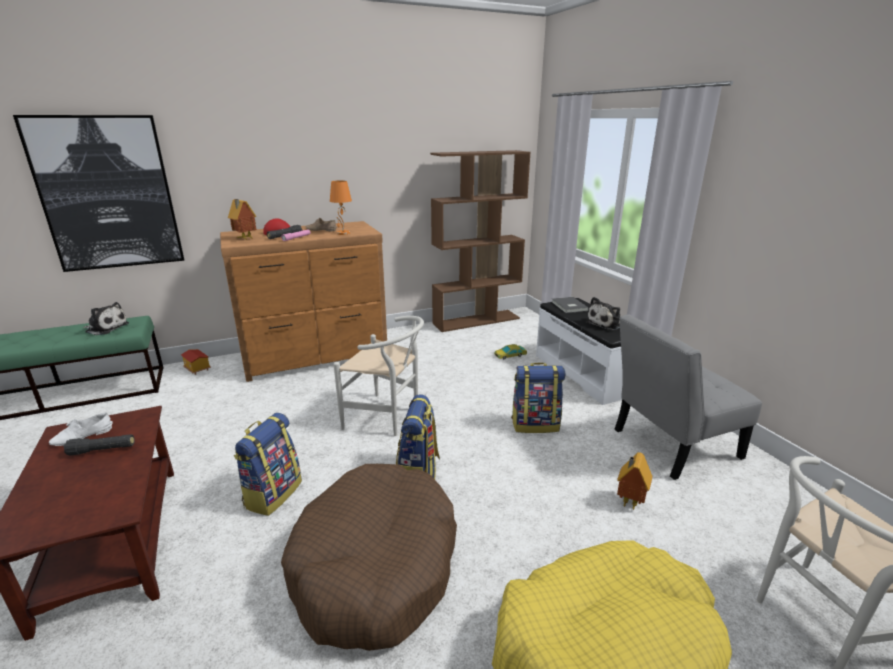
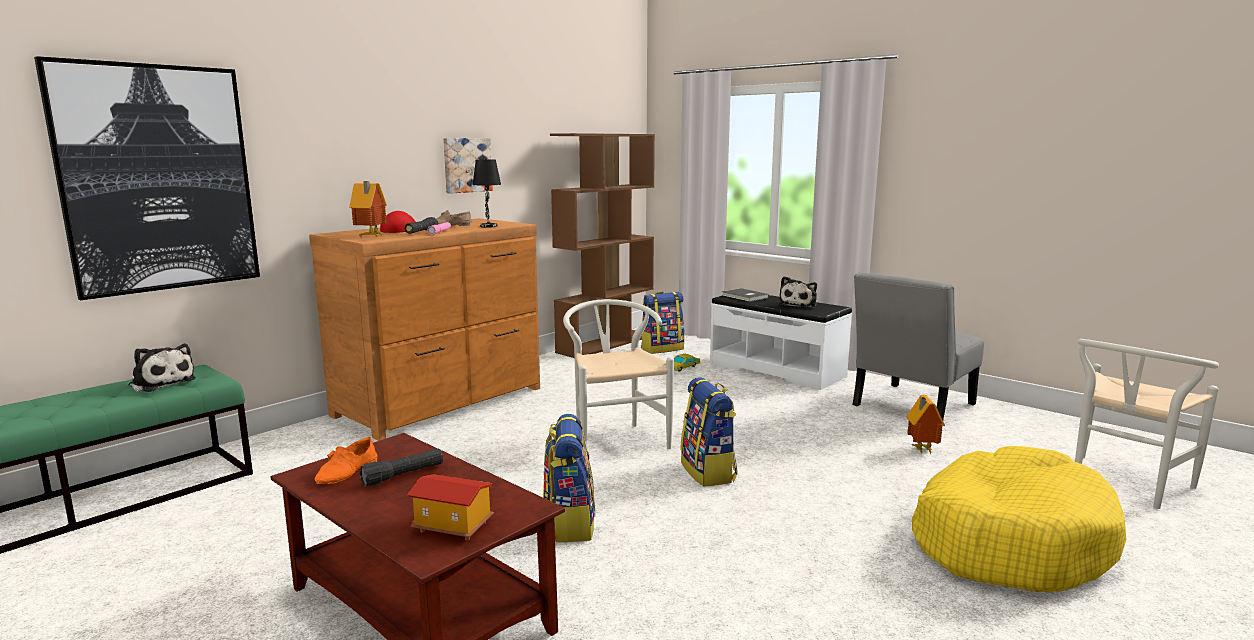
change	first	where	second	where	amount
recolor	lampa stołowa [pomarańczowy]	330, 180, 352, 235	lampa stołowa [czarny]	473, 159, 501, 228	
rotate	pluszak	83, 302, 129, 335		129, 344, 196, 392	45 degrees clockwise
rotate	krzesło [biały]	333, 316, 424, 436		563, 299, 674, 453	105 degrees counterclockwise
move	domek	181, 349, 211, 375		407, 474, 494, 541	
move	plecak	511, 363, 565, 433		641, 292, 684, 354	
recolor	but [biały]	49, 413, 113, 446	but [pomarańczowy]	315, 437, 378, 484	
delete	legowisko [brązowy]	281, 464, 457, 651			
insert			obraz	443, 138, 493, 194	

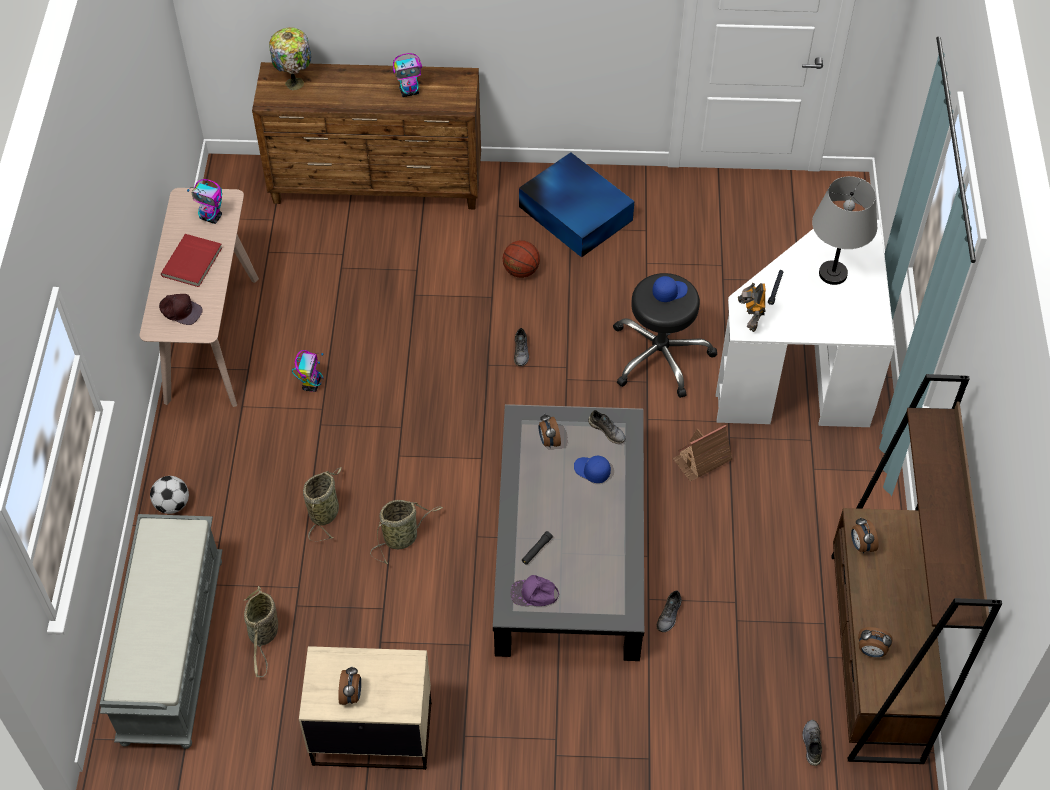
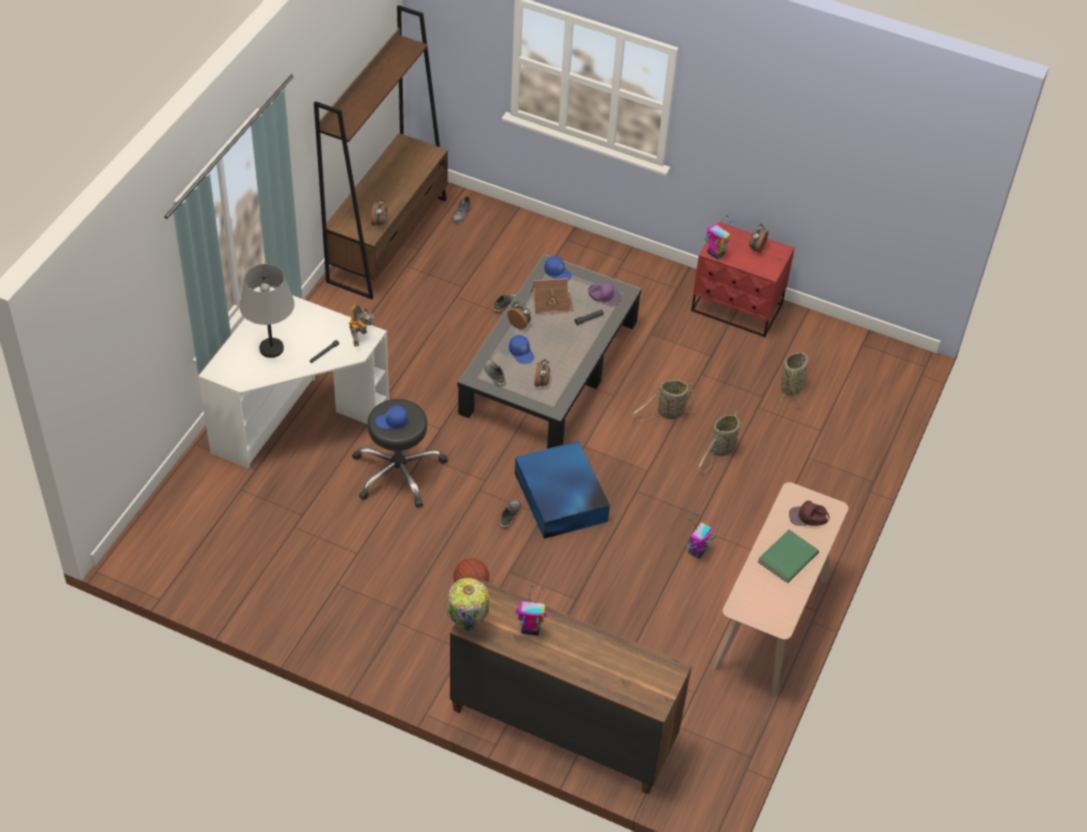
change	first	where	second	where	amount
move	lampa stołowa	269, 27, 311, 90		447, 578, 489, 633	
move	pojemnik do przechowywania [niebieski]	519, 152, 634, 257		515, 441, 610, 539	
move	robot zabawkowy	187, 179, 222, 224		705, 215, 735, 259	
recolor	książka [czerwony]	161, 234, 222, 287	książka [zielony]	758, 530, 819, 583	
rotate	czapka z daszkiem [brązowy]	159, 294, 203, 325		789, 500, 830, 526	45 degrees counterclockwise
move	domek	672, 425, 732, 481		531, 278, 574, 314	
delete	piłka futbolowa	150, 476, 189, 514			
delete	ławka [szary]	100, 514, 222, 749			
move	budzik	858, 627, 893, 657		507, 301, 531, 330	
recolor	szafka nocna [beżowy]	299, 646, 432, 770	szafka nocna [czerwony]	691, 222, 795, 338	
insert			czapka z daszkiem [niebieski]	544, 256, 571, 280	

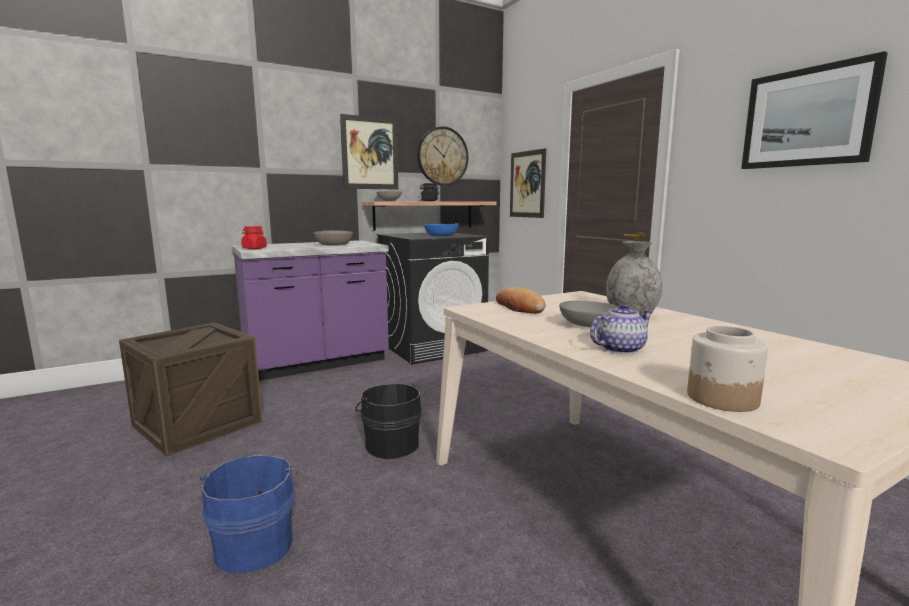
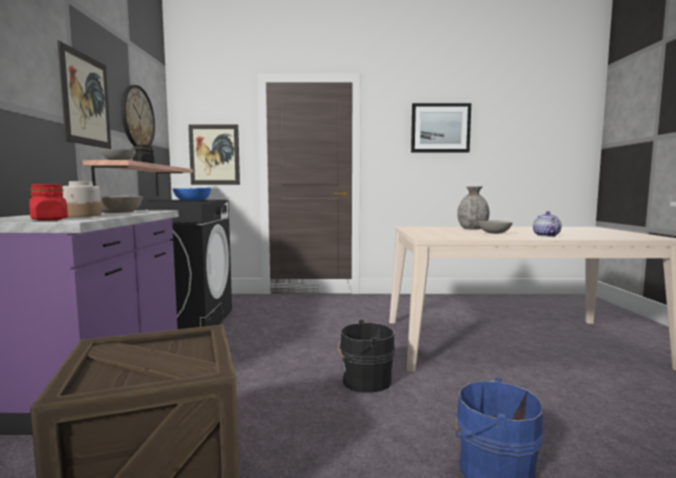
change	first	where	second	where	amount
delete	chleb	496, 287, 546, 314			
move	słoik	687, 326, 768, 412		62, 181, 101, 217	

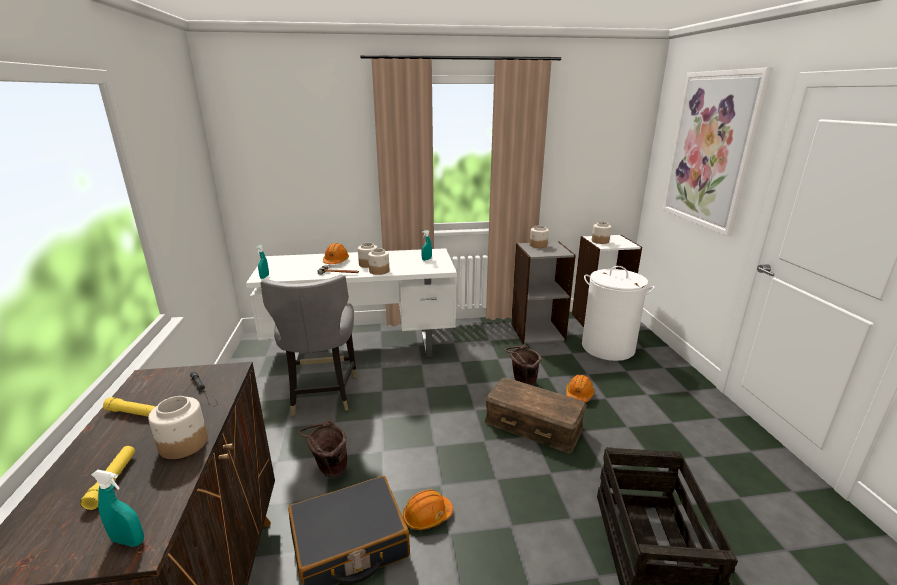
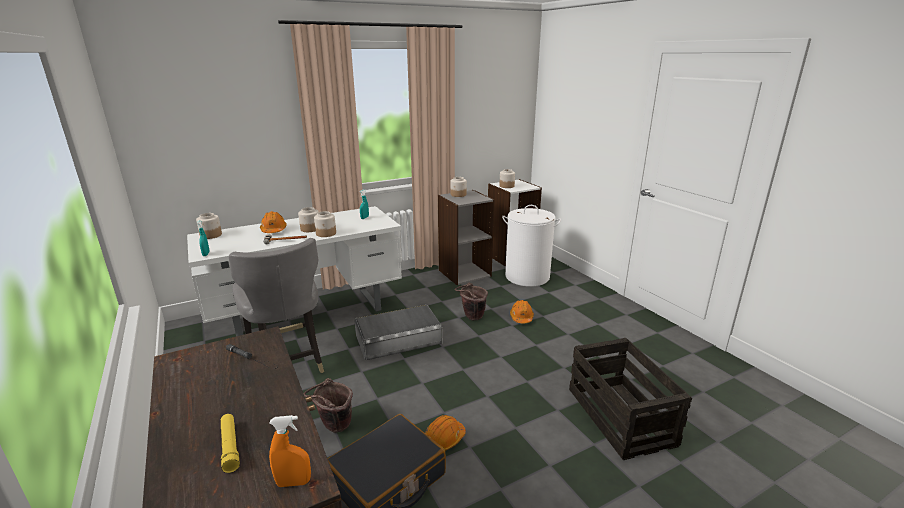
change	first	where	second	where	amount
delete	obraz	663, 67, 773, 236			
delete	pojemnik do przechowywania [brązowy]	485, 378, 587, 453			
move	słoik	148, 396, 208, 459		196, 213, 222, 239	
delete	latarka [żółty]	103, 397, 156, 417			
recolor	spryskiwacz [turkusowy]	91, 470, 144, 547	spryskiwacz [pomarańczowy]	269, 415, 311, 487	
insert			pojemnik do przechowywania [szary]	354, 305, 442, 360	

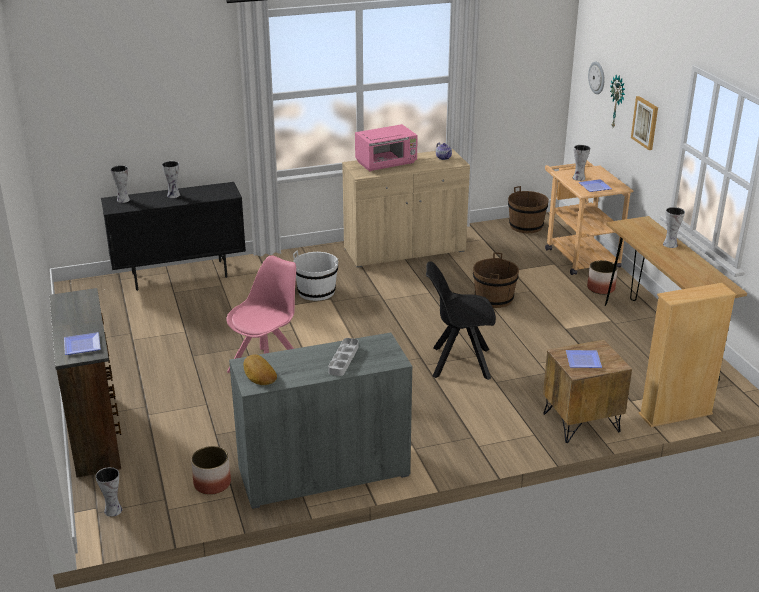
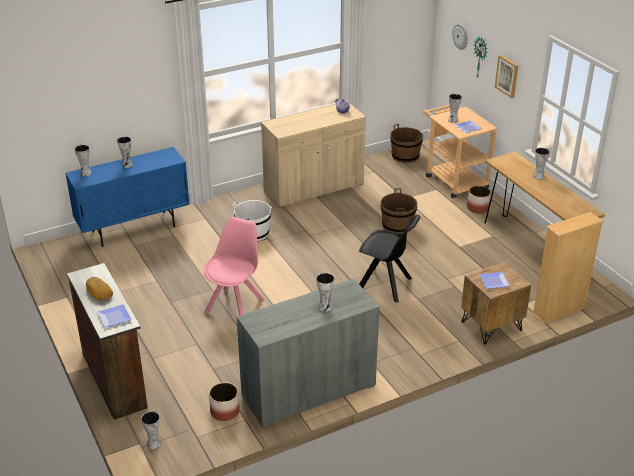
change	first	where	second	where	amount
delete	mikrofalówka [różowy]	355, 124, 418, 171			
recolor	szafka [czarny]	101, 182, 246, 291	szafka [niebieski]	65, 147, 190, 247	
rotate	krzesło [czarny]	426, 261, 496, 380		359, 214, 420, 303	150 degrees counterclockwise
replace	taca [szary]	328, 338, 359, 376	wazon	316, 273, 334, 312	
move	chleb	243, 354, 277, 385		86, 277, 113, 300	

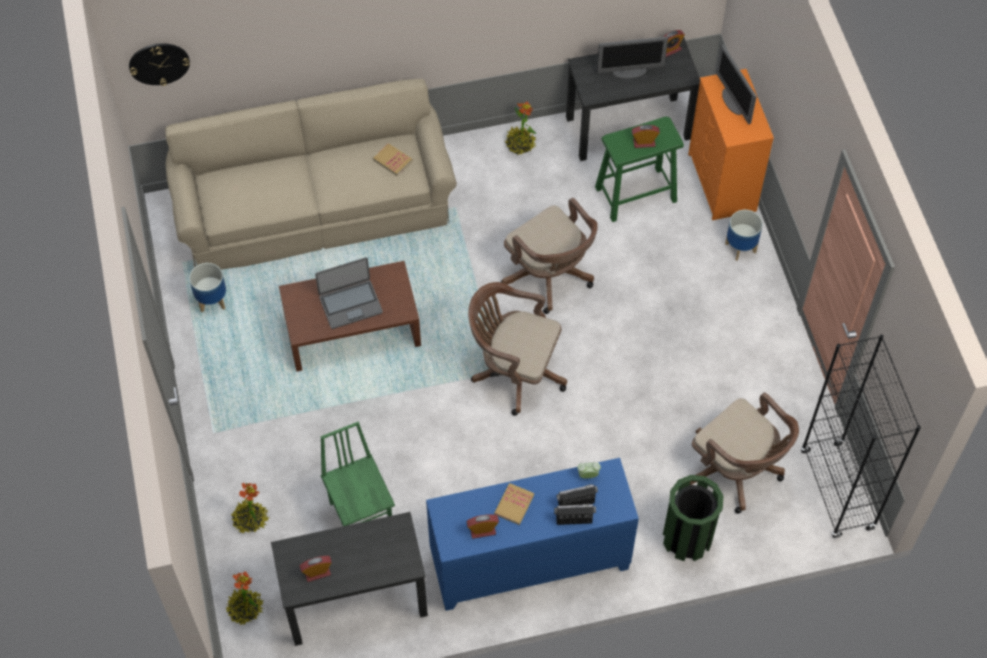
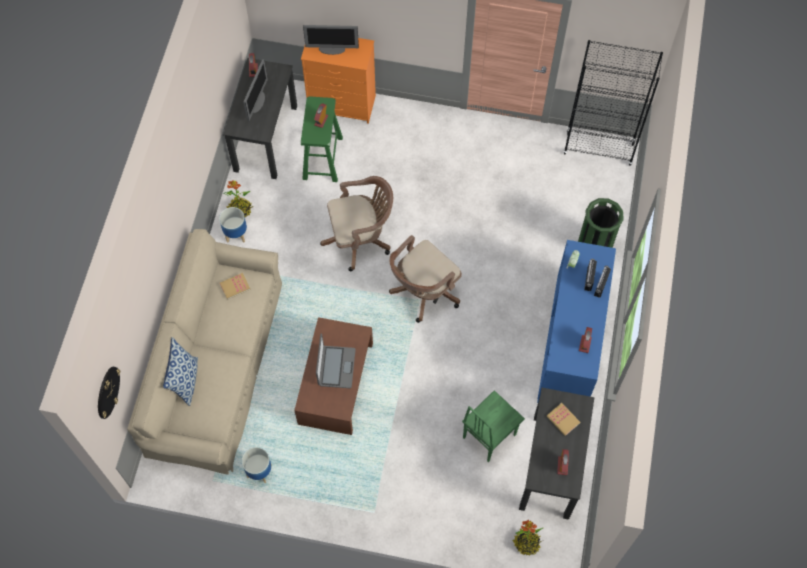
change	first	where	second	where	amount
move	donica	725, 210, 763, 261		219, 207, 247, 243	
delete	krzesło biurowe [brązowy]	690, 392, 799, 514			
rotate	krzesło [zielony]	321, 422, 395, 526		462, 390, 525, 462	45 degrees counterclockwise
delete	roślina doniczkowa	230, 483, 269, 534			
move	książka	494, 483, 534, 525		546, 403, 580, 436	
insert			poduszka	163, 337, 198, 406	

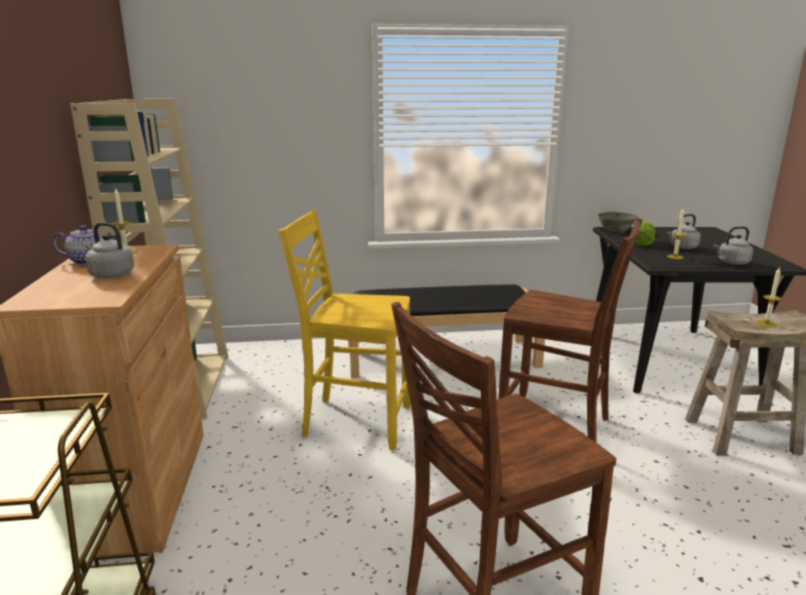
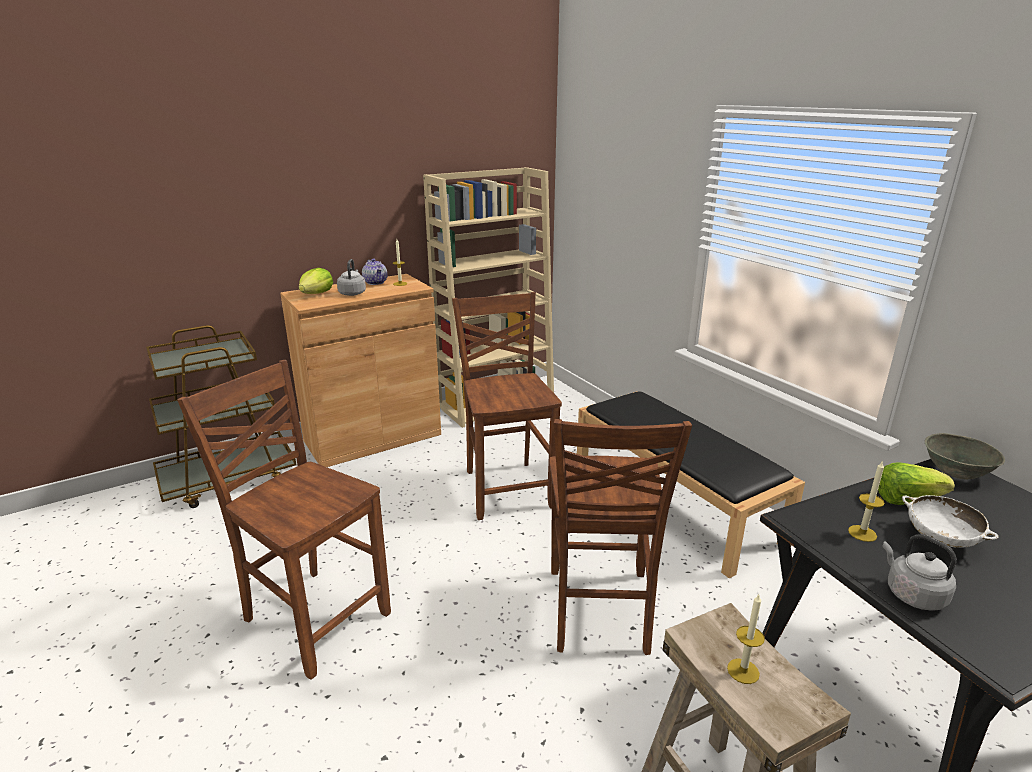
change	first	where	second	where	amount
recolor	krzesło [żółty]	279, 210, 410, 450	krzesło [brązowy]	452, 292, 562, 520	
replace	czajnik [szary]	667, 214, 701, 249	miska [biały]	902, 495, 999, 548	
insert			sałata	299, 268, 333, 294	

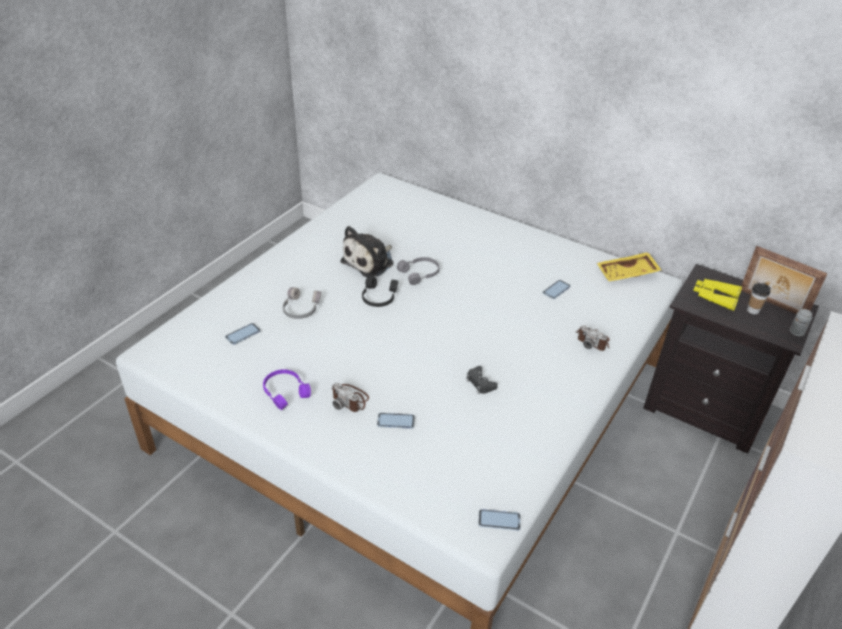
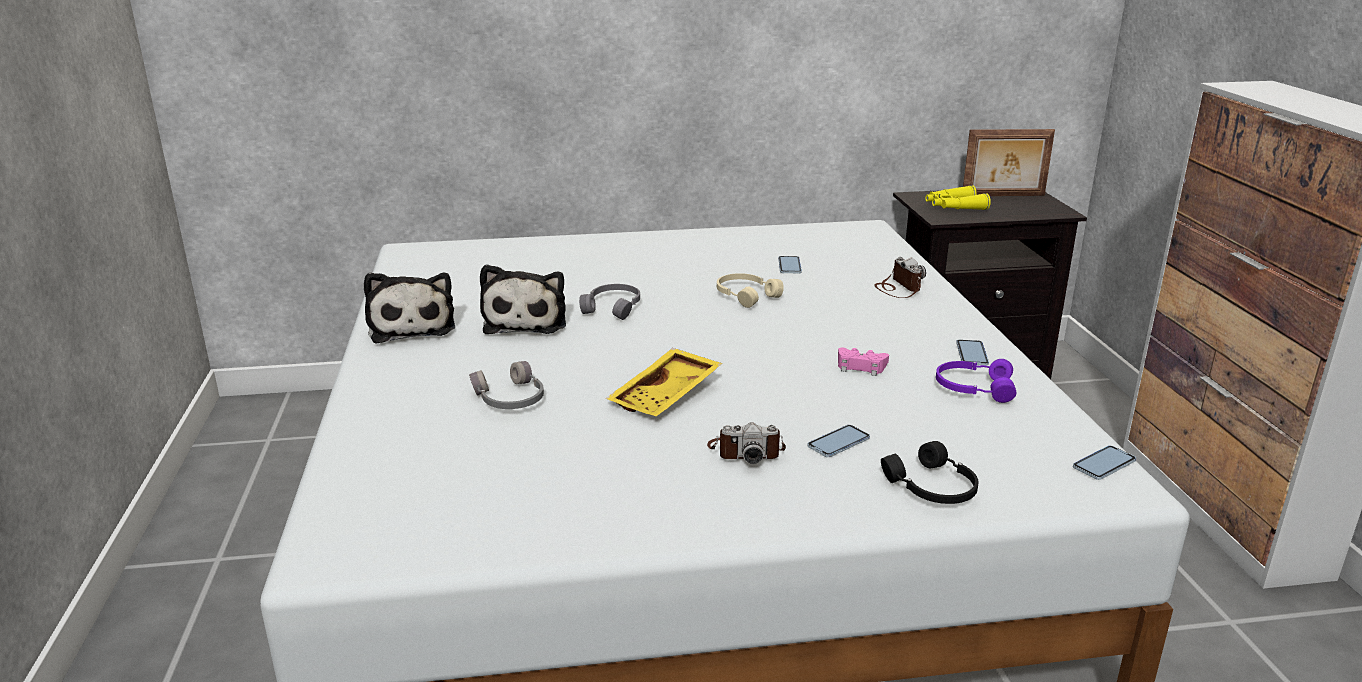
change	first	where	second	where	amount
move	taca [żółty]	597, 252, 662, 281		606, 348, 723, 417	
move	słuchawki [czarny]	362, 276, 398, 307		881, 441, 979, 504	
delete	filiżanka	747, 283, 771, 314			
delete	puszka	790, 309, 812, 336			
move	telefon	225, 323, 261, 345		956, 340, 989, 366	
rotate	aparat fotograficzny	576, 325, 610, 351		874, 257, 926, 298	105 degrees counterclockwise
recolor	pad do gier [czarny]	466, 366, 498, 394	pad do gier [różowy]	838, 348, 889, 376	
move	słuchawki [fioletowy]	263, 369, 311, 410		936, 359, 1017, 403	
insert			pluszak	364, 272, 455, 343	
insert			słuchawki [beżowy]	717, 273, 784, 308	

